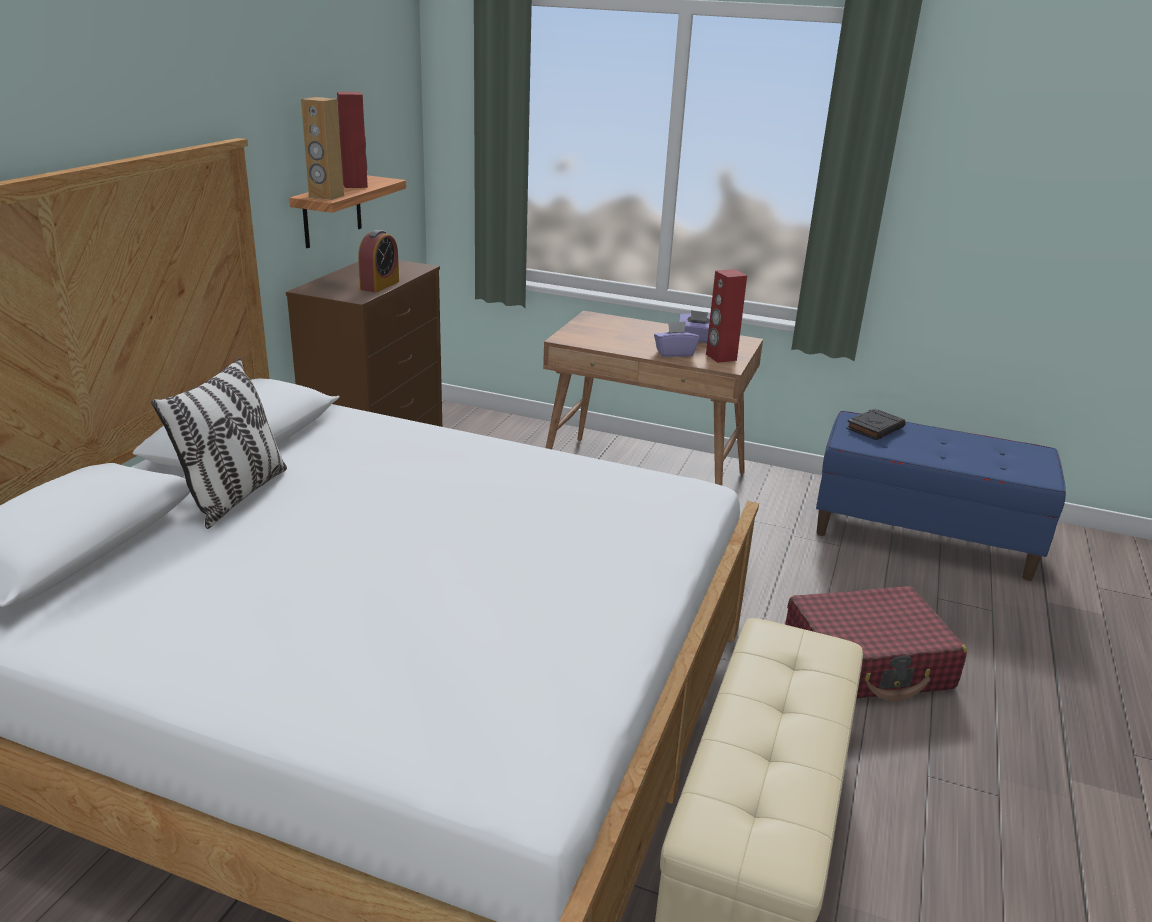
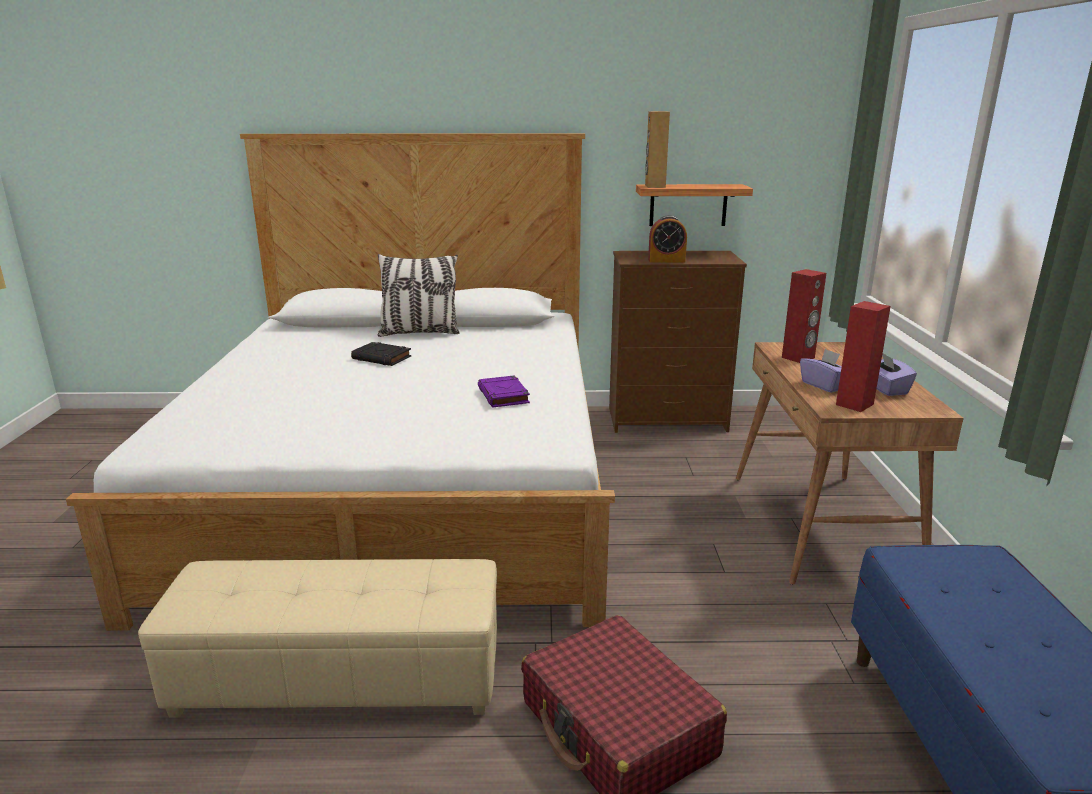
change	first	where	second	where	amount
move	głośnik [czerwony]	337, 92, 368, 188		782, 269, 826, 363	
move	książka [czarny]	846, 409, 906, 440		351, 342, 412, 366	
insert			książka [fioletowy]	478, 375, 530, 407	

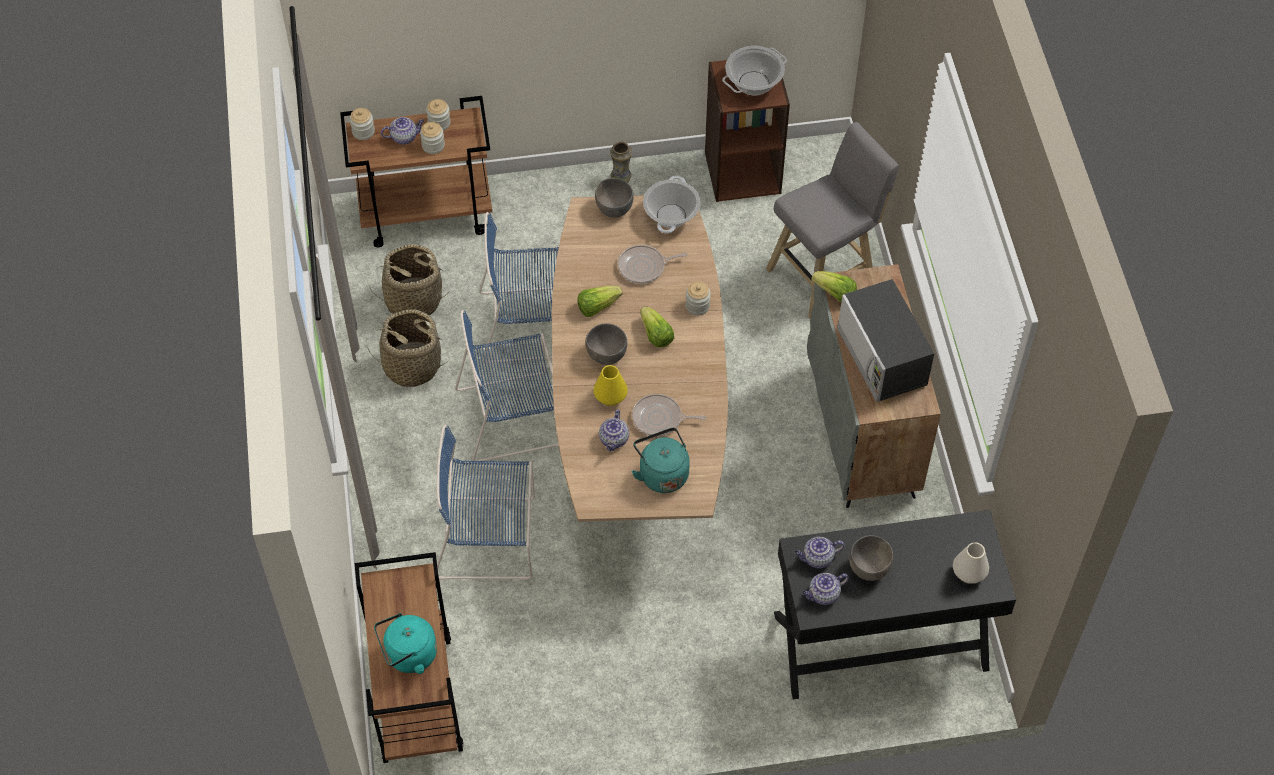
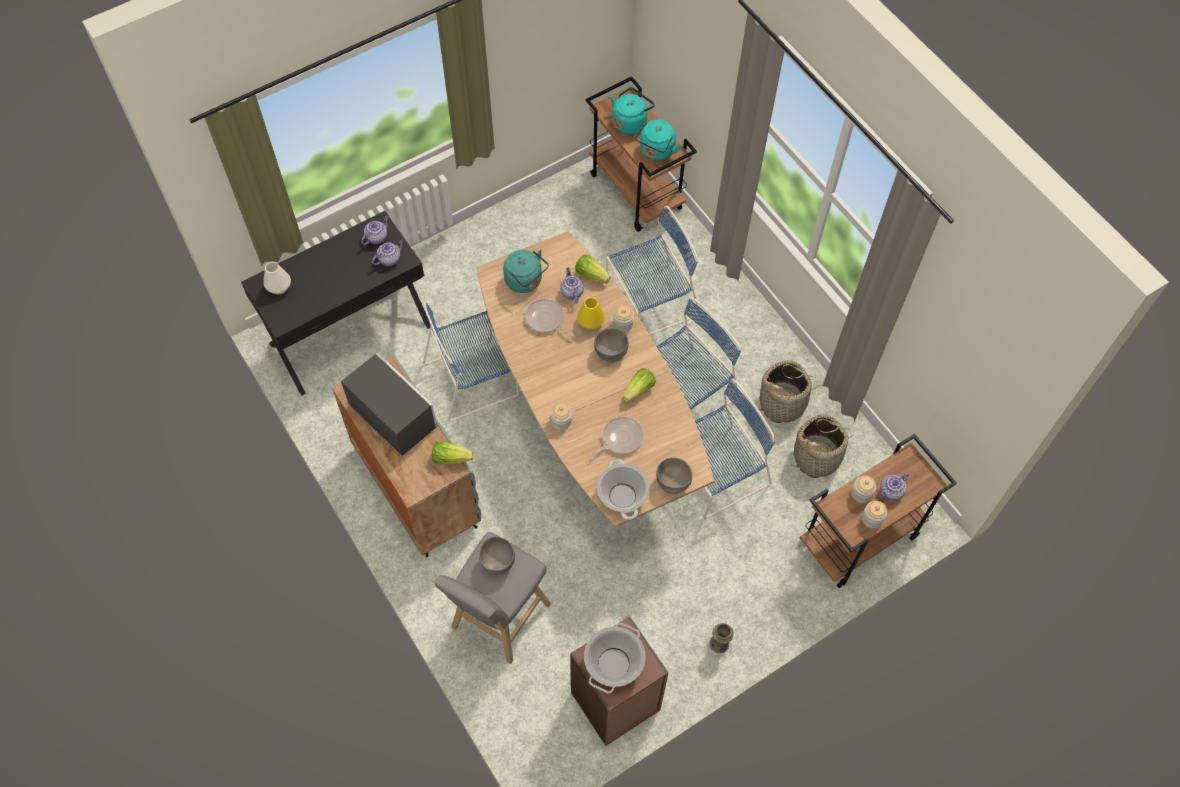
change	first	where	second	where	amount
move	słoik	350, 108, 375, 140		613, 305, 634, 332	
move	sałata	640, 306, 674, 348		575, 254, 610, 283	
rotate	patelnia	632, 394, 707, 436		525, 299, 574, 338	120 degrees counterclockwise
move	miska [szary]	849, 535, 893, 581		479, 537, 515, 575	
insert			czajnik [turkusowy]	635, 119, 681, 161	
insert			krzesło [niebieski]	423, 303, 519, 421	

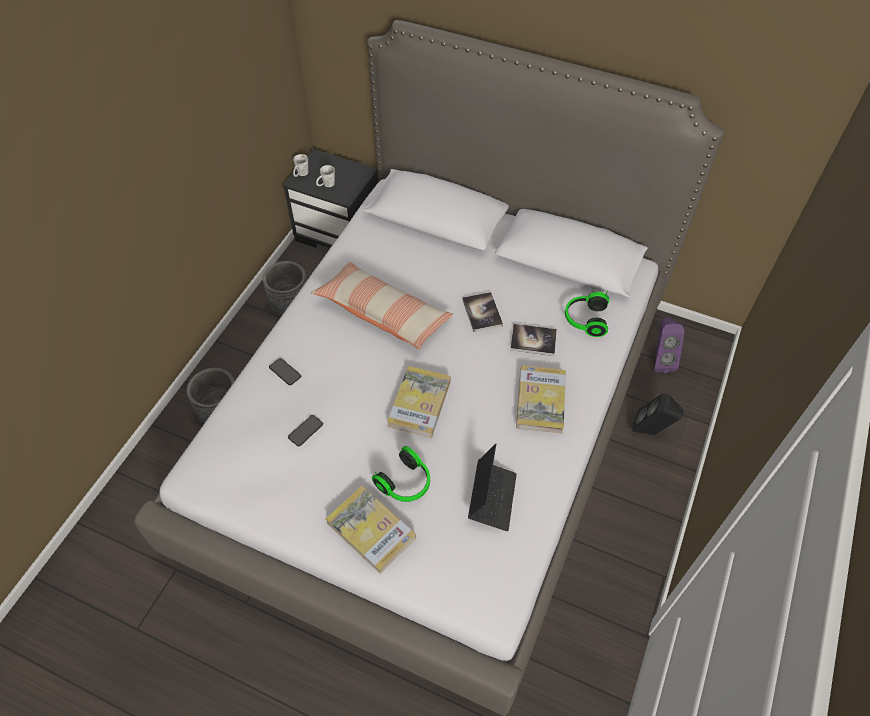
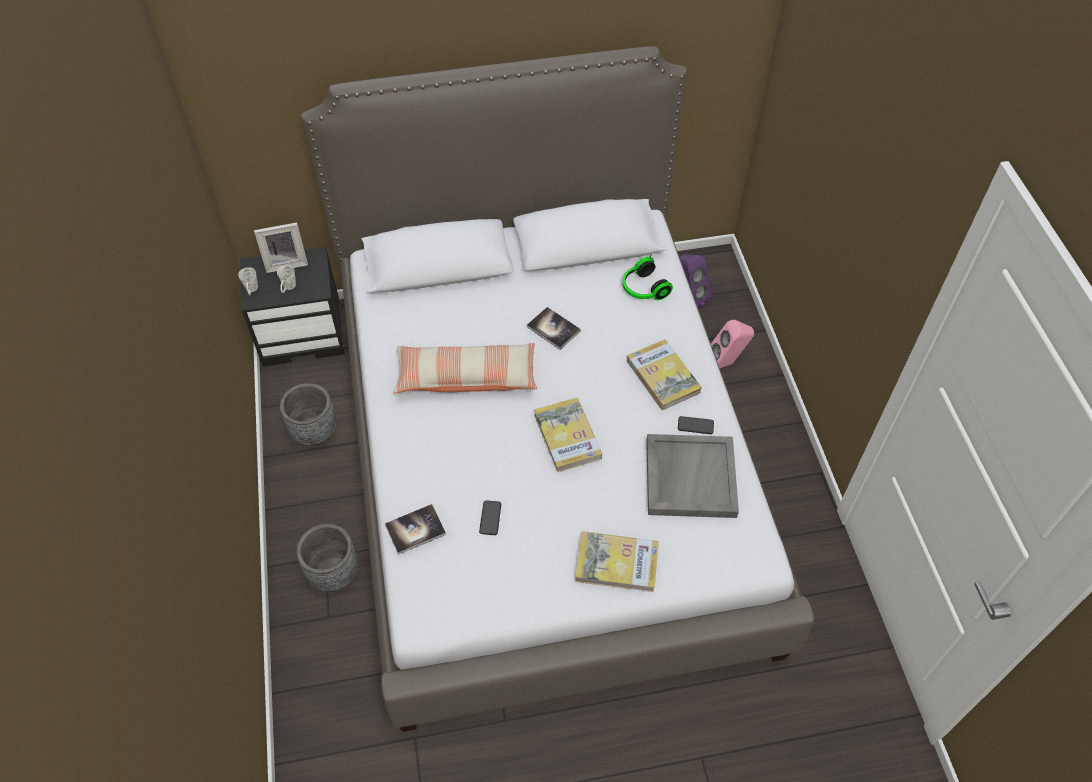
change	first	where	second	where	amount
move	książka	510, 324, 557, 356		385, 504, 446, 555	
move	telefon	269, 358, 301, 385		678, 416, 714, 434	
recolor	głośnik [czarny]	631, 393, 684, 435	głośnik [różowy]	711, 320, 754, 368	
replace	laptop	468, 443, 517, 531	taca [szary]	646, 434, 739, 518	
delete	słuchawki	372, 446, 430, 502			
insert			ramka na zdjęcie	254, 222, 308, 273	

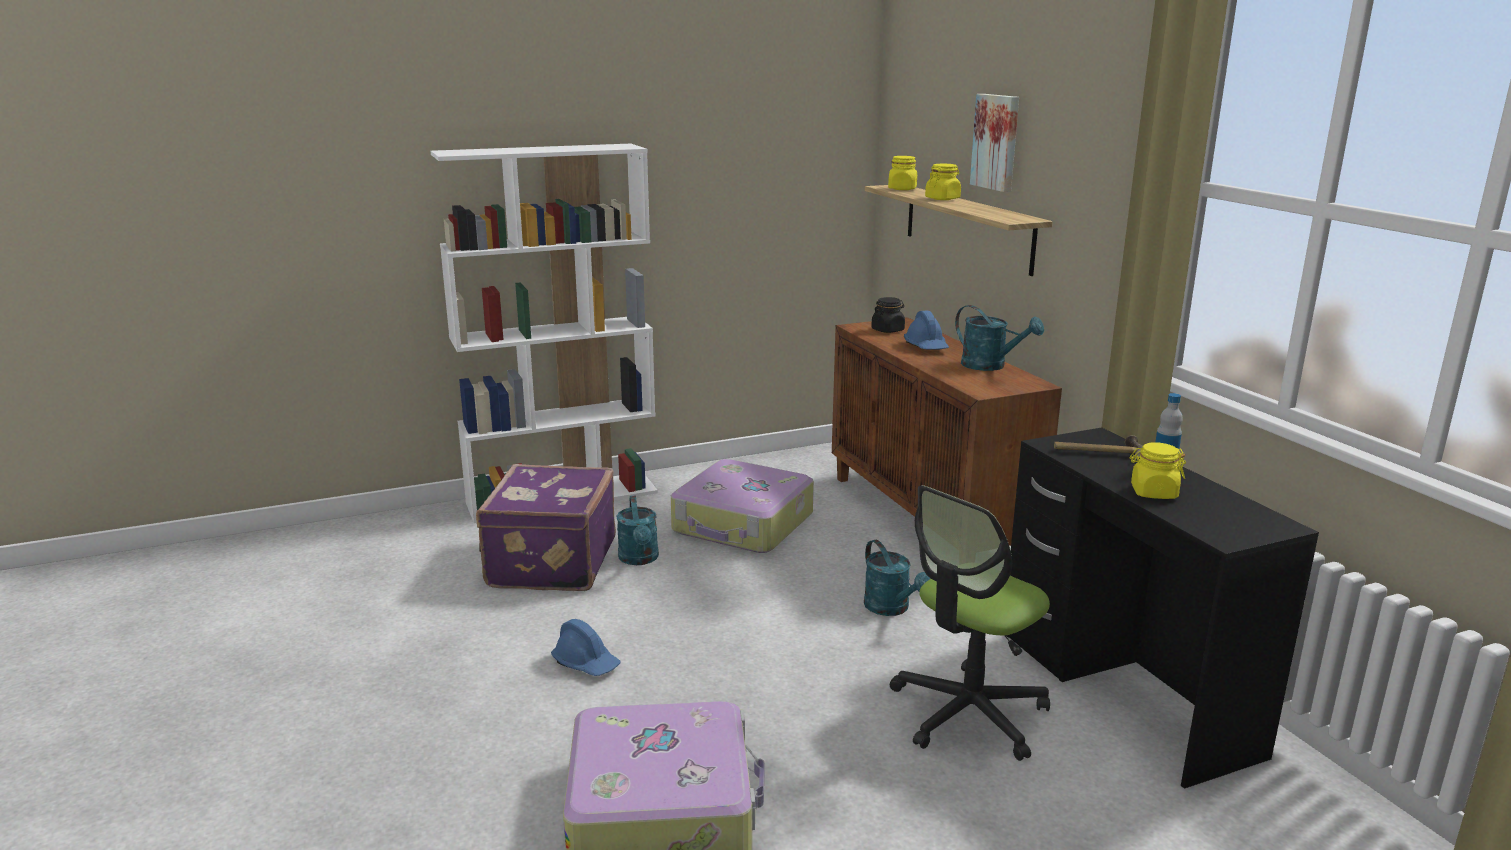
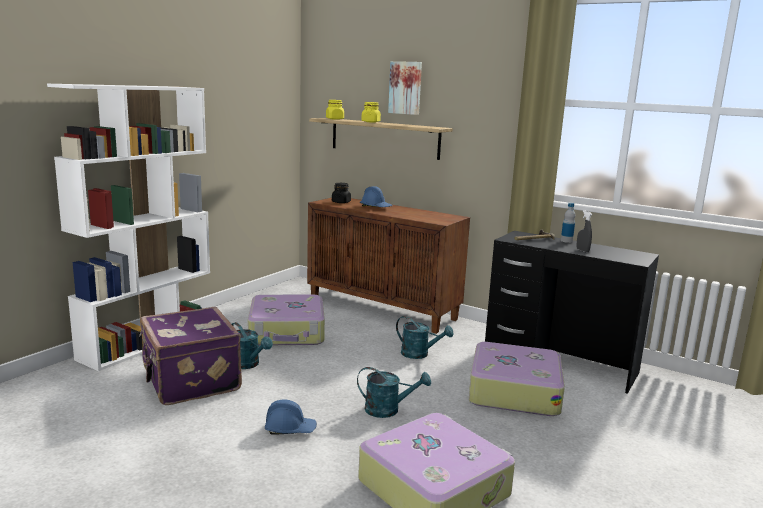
change	first	where	second	where	amount
move	konewka [turkusowy]	955, 305, 1044, 371		357, 367, 431, 418	
replace	słoik [żółty]	1130, 442, 1186, 499	spryskiwacz [szary]	576, 210, 592, 252	
replace	krzesło biurowe	890, 485, 1050, 761	walizka	469, 342, 565, 416	

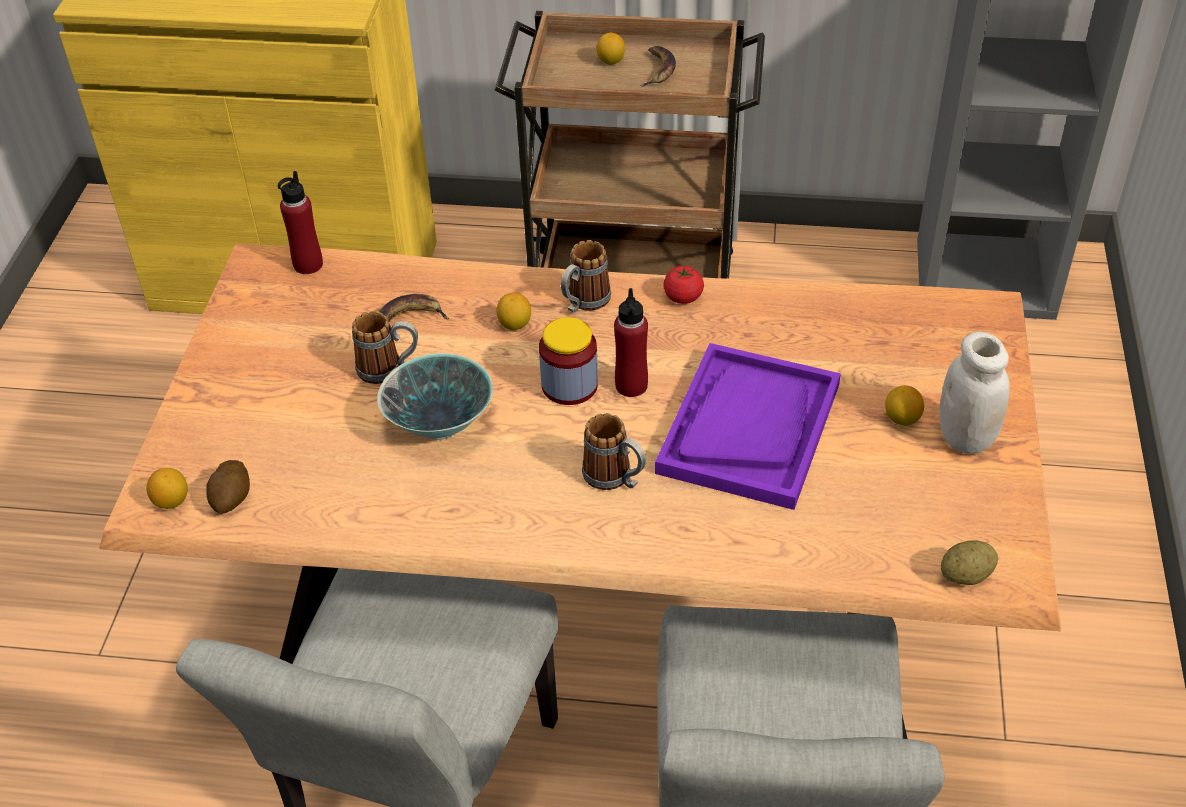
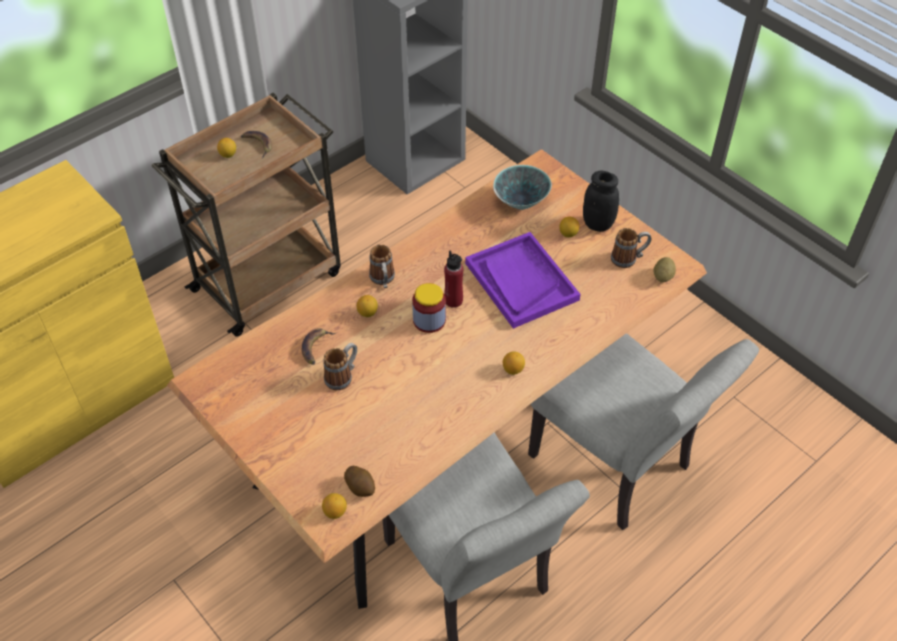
change	first	where	second	where	amount
delete	butelka [czerwony]	278, 171, 323, 274			
delete	pomidor	663, 265, 704, 304			
recolor	słoik [biały]	939, 332, 1010, 454	słoik [czarny]	583, 170, 619, 232	
move	miska	377, 353, 493, 440		493, 165, 552, 210	
move	kubek	582, 413, 646, 490		611, 228, 651, 268	
insert			cytryna	503, 351, 525, 375	

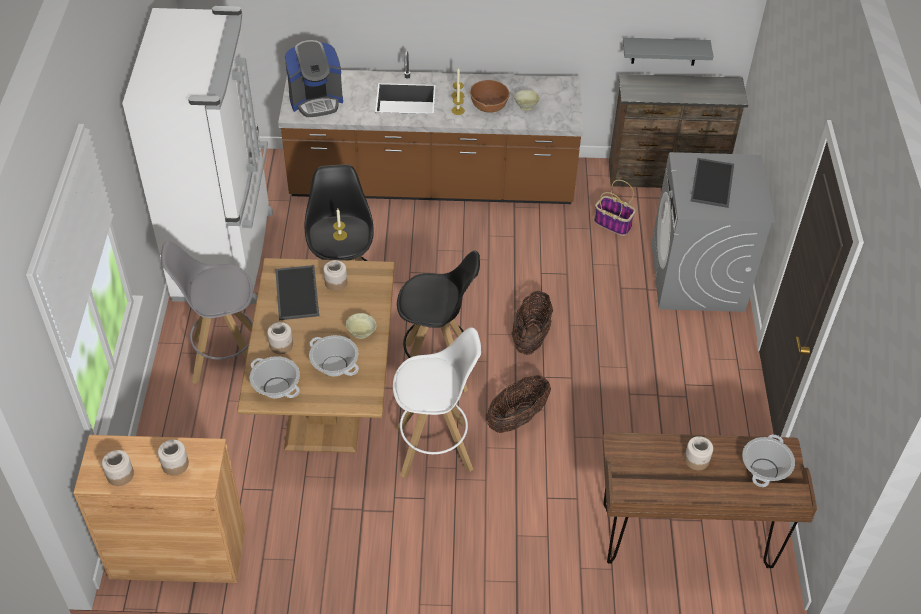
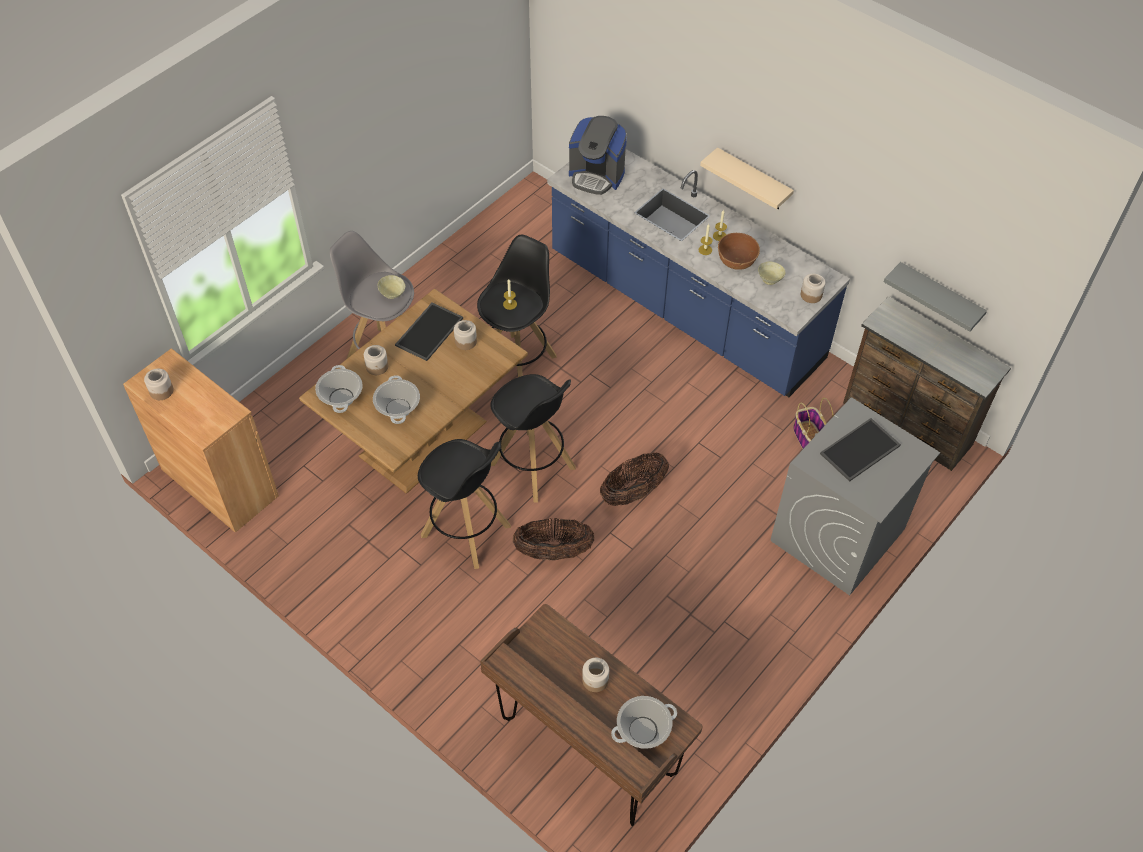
change	first	where	second	where	amount
delete	lodówka [biały]	123, 6, 273, 304			
recolor	zabudowa kuchenna [brązowy]	278, 51, 583, 204	zabudowa kuchenna [niebieski]	547, 149, 850, 397	
move	miska [beżowy]	346, 313, 376, 339		378, 275, 405, 299	
recolor	stołek [biały]	393, 327, 481, 478	stołek [czarny]	418, 439, 511, 569	
move	słoik	158, 440, 189, 476		801, 274, 825, 303	
insert			półka [beżowy]	700, 147, 794, 209	

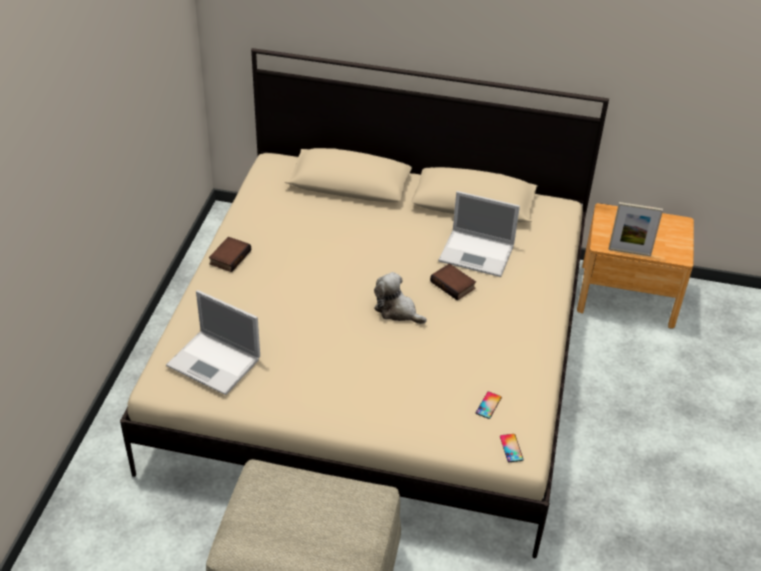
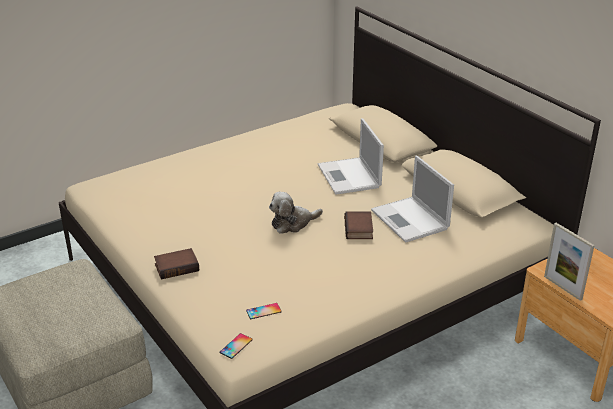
change	first	where	second	where	amount
move	książka	209, 237, 251, 272		154, 248, 199, 279	
rotate	pluszak	374, 272, 427, 324		269, 192, 323, 234	105 degrees counterclockwise
move	laptop	166, 290, 260, 395		318, 118, 384, 195	

